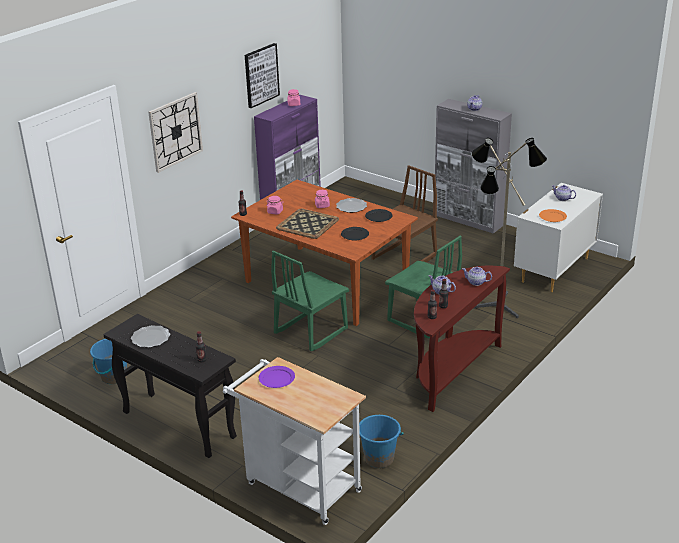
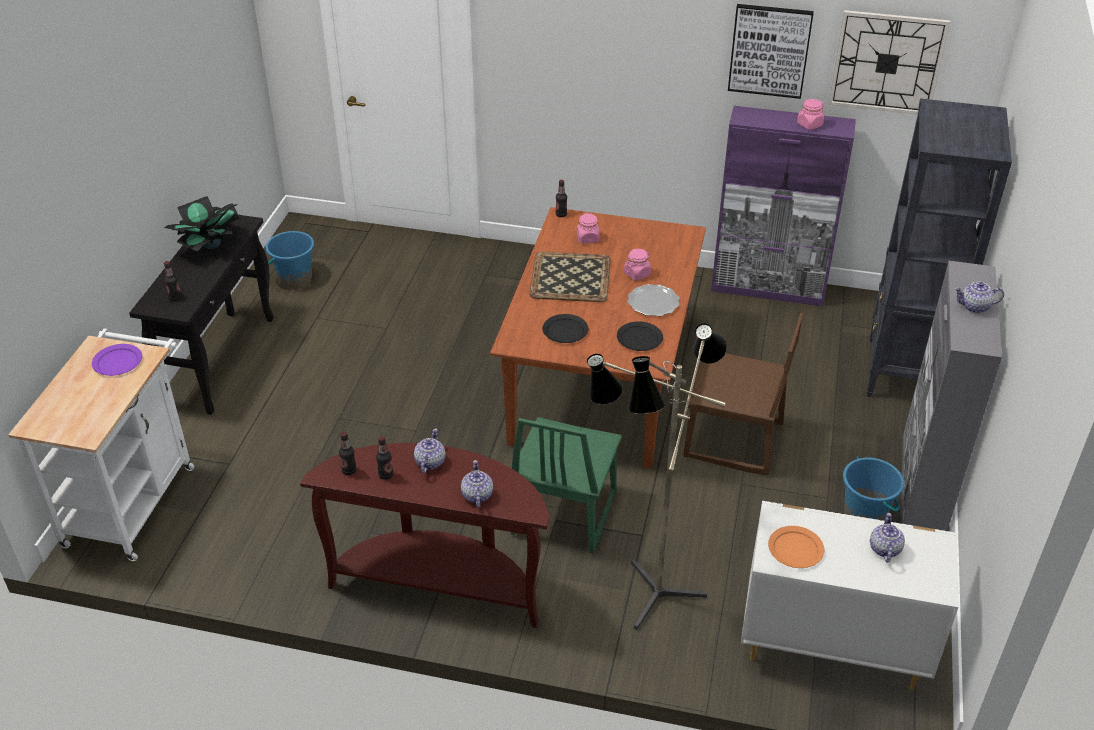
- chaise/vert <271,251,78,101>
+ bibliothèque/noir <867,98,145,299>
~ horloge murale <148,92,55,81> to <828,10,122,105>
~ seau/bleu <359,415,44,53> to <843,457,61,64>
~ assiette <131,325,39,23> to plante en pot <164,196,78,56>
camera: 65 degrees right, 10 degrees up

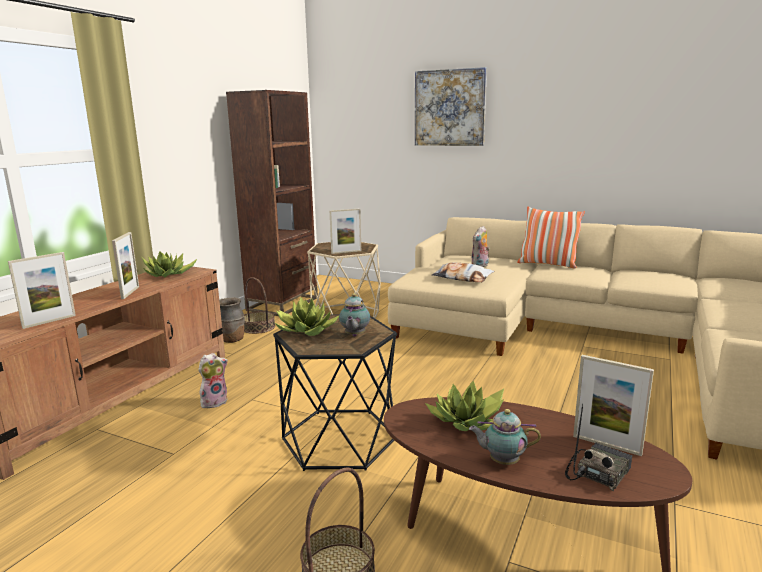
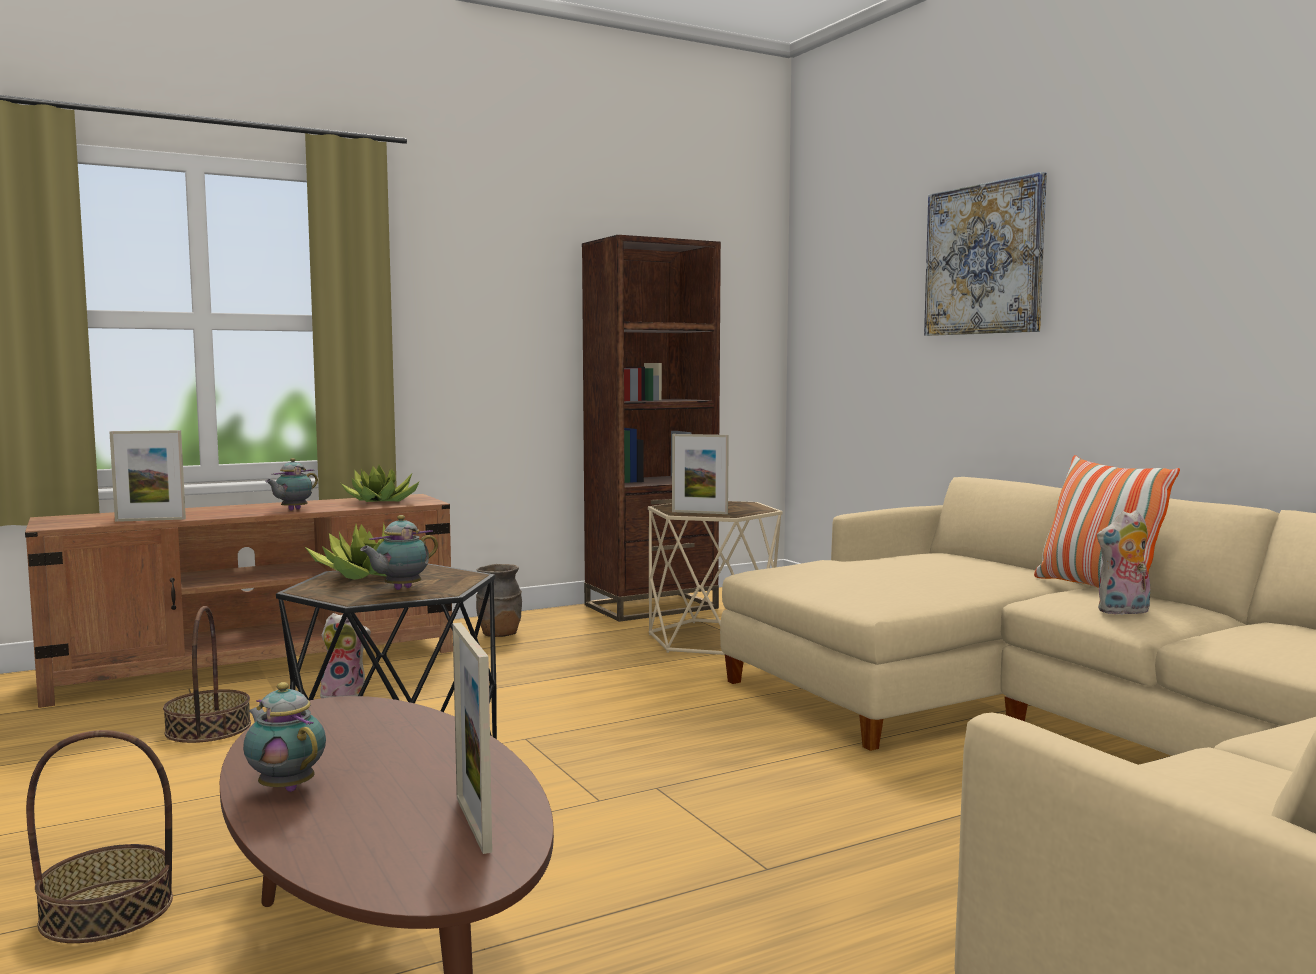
- plante en pot <425,381,79,50>
- coussin <432,262,63,20>
- radio <565,404,67,87>
~ panier <244,277,31,57> to <163,606,88,137>
~ peluche <472,226,18,41> to <1097,510,53,105>
~ cadre photo <112,232,27,67> to théière <265,458,53,53>
camera: 35 degrees right, 10 degrees down

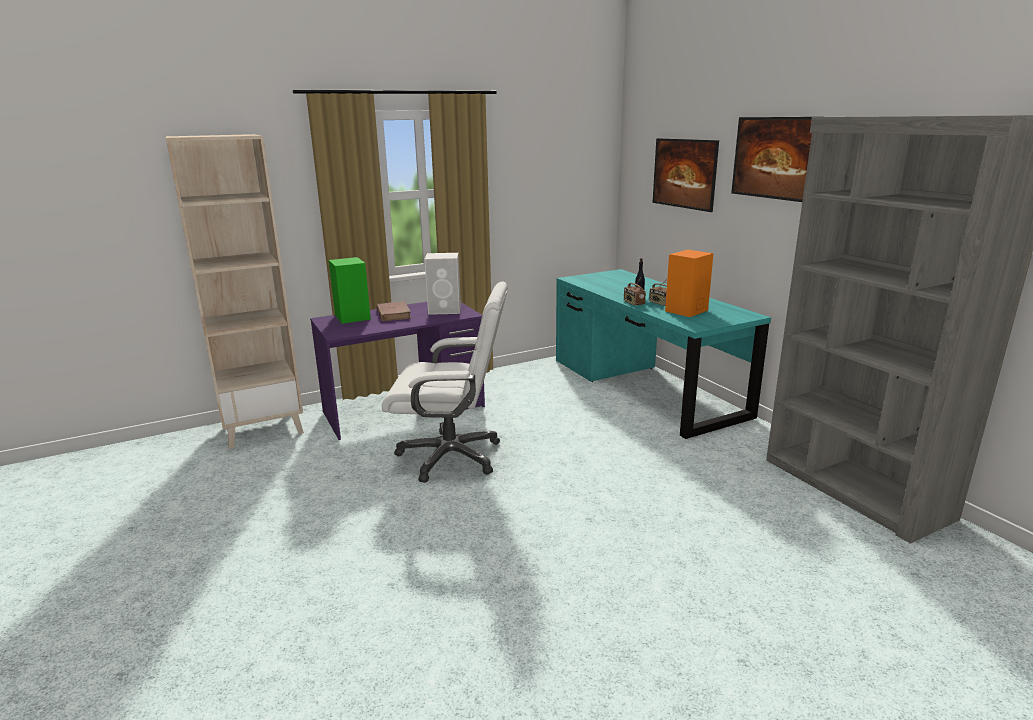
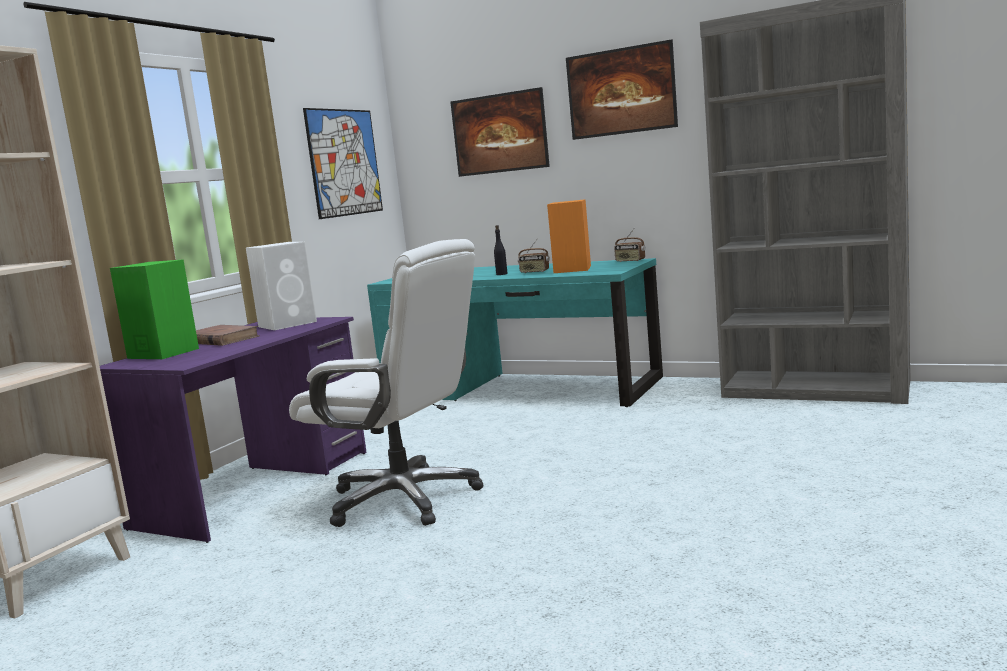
+ tableau <303,108,80,111>
~ radio <624,278,22,28> to <614,229,32,33>
~ chaise de bureau/blanc <382,281,126,202> = <289,239,194,288> 60 degrees clockwise
camera: 35 degrees left, 10 degrees down

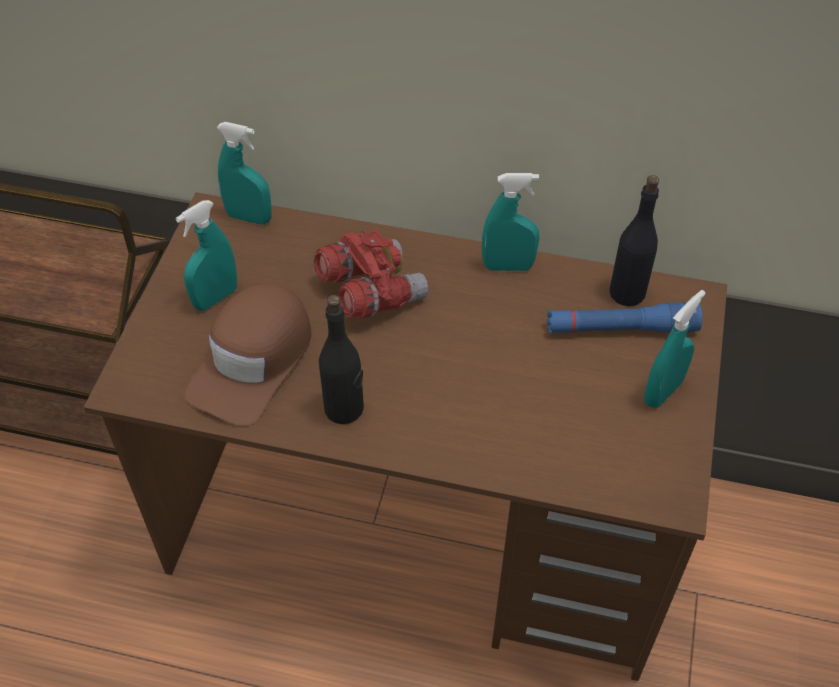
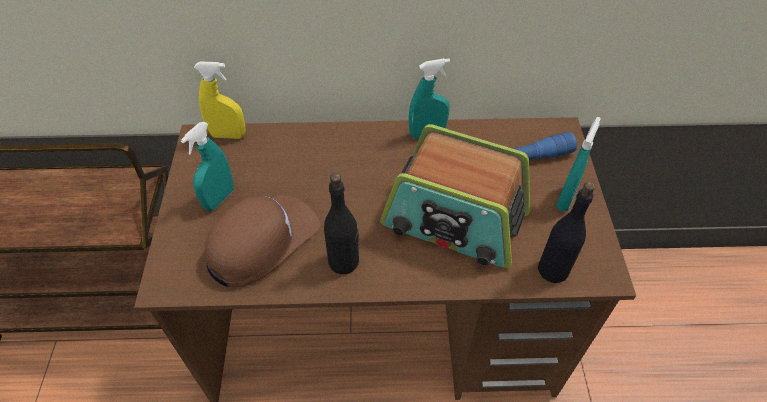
- jumelles/rouge <314,229,114,90>
+ radio <380,124,150,144>
~ bouteille/noir <609,175,50,131> to <538,182,57,101>
~ vaporisateur/turquoise <217,122,55,103> to vaporisateur/jaune <194,61,52,78>
~ casquette/marron <185,284,126,142> = <205,195,116,92> 150 degrees counterclockwise
camera: 15 degrees left, 0 degrees up

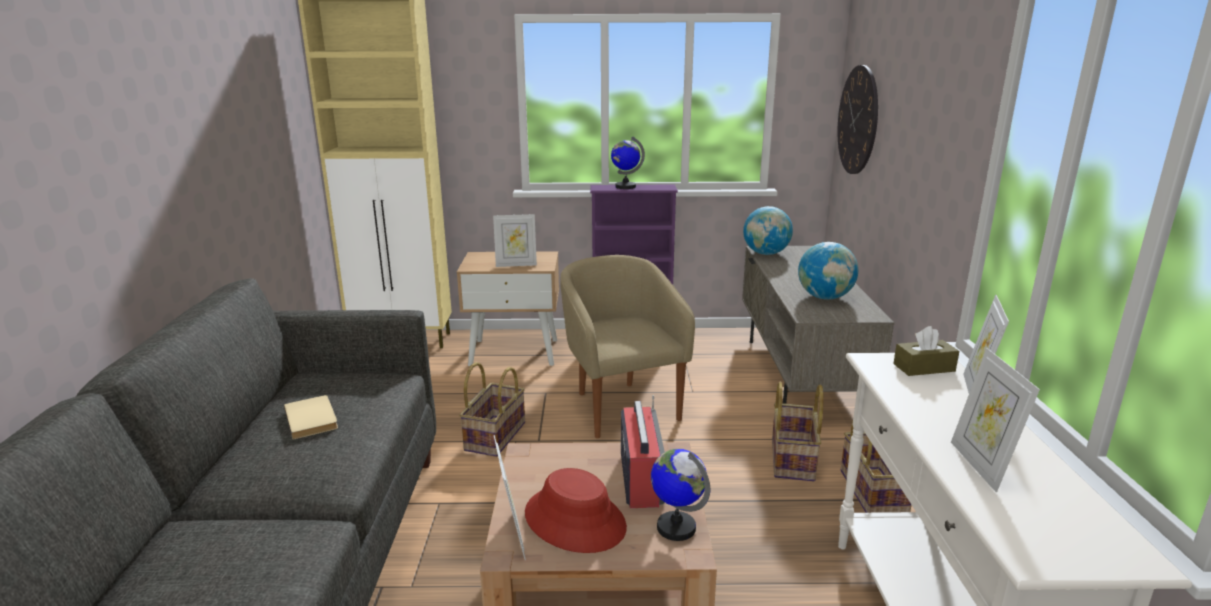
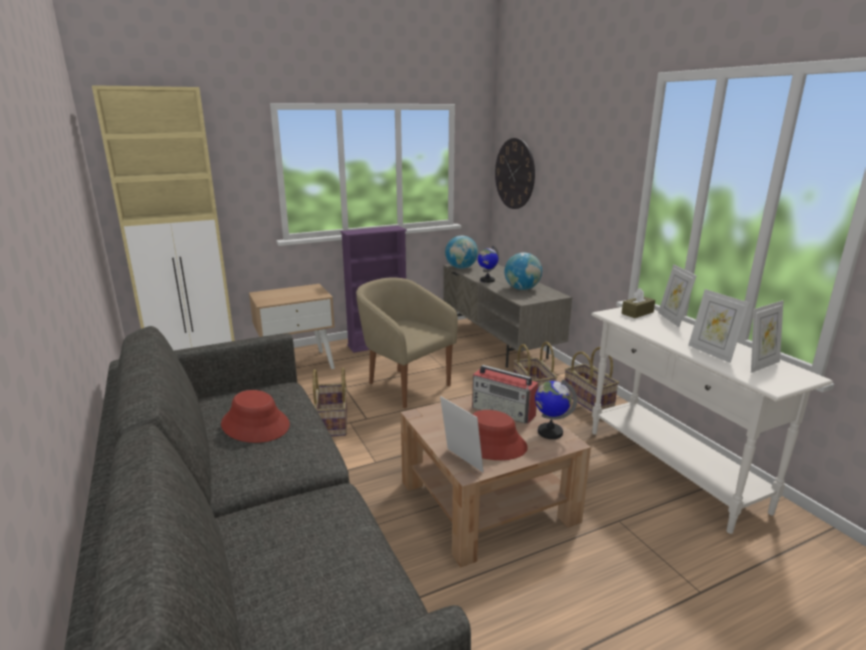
~ cadre photo <493,214,44,53> to <751,300,33,73>
~ globe <611,137,34,52> to <478,245,21,38>
~ livre/beige <284,395,54,45> to chapeau/rouge <221,390,69,53>
~ radio <621,395,44,113> = <472,365,66,59> 150 degrees clockwise
camera: 25 degrees left, 0 degrees up

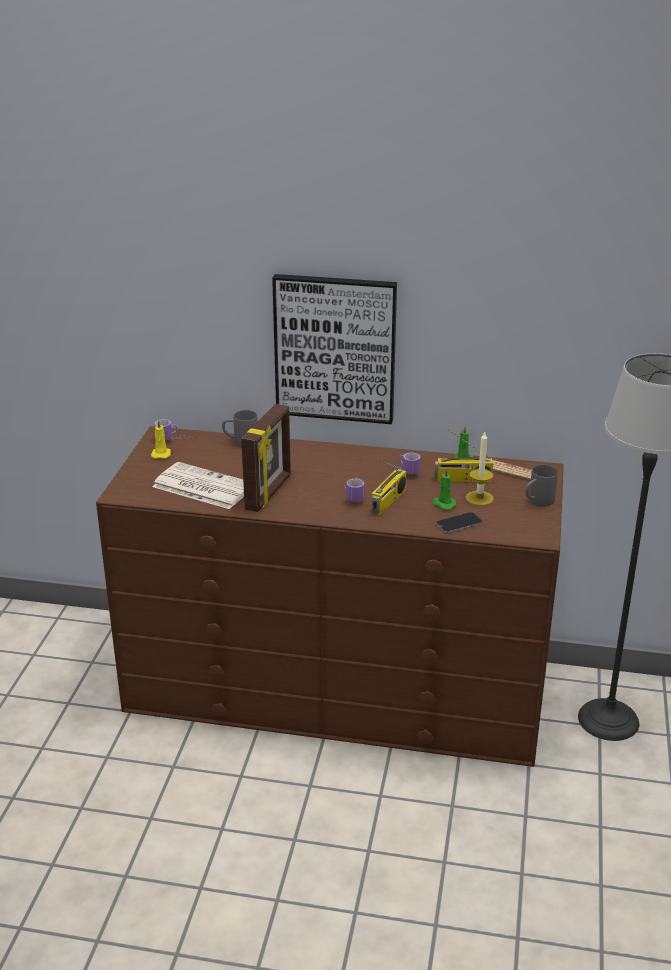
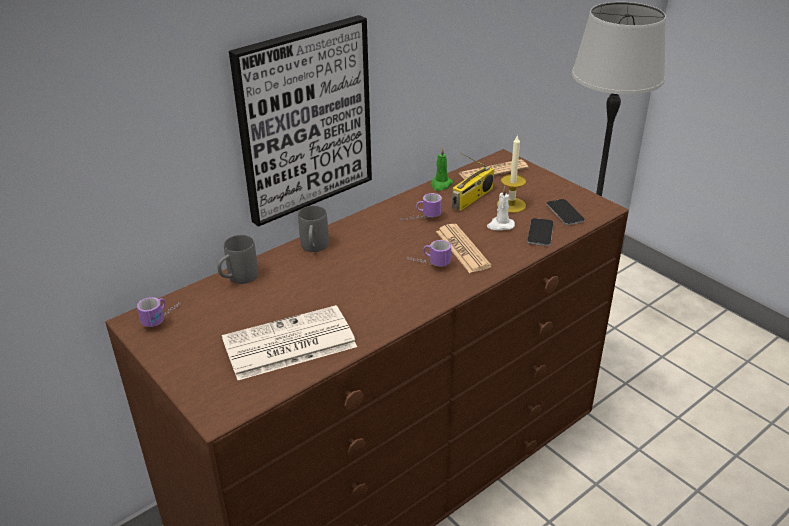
- bougie/jaune <151,419,20,40>
- cadre photo <241,404,50,108>
+ téléphone <546,199,39,26>
~ mug/gris <525,465,33,42> to <298,206,31,46>
~ radio <371,459,35,56> to journal <436,224,56,49>
~ bougie/vert <432,468,25,42> to bougie/blanc <487,187,28,44>
camera: 50 degrees left, 5 degrees up

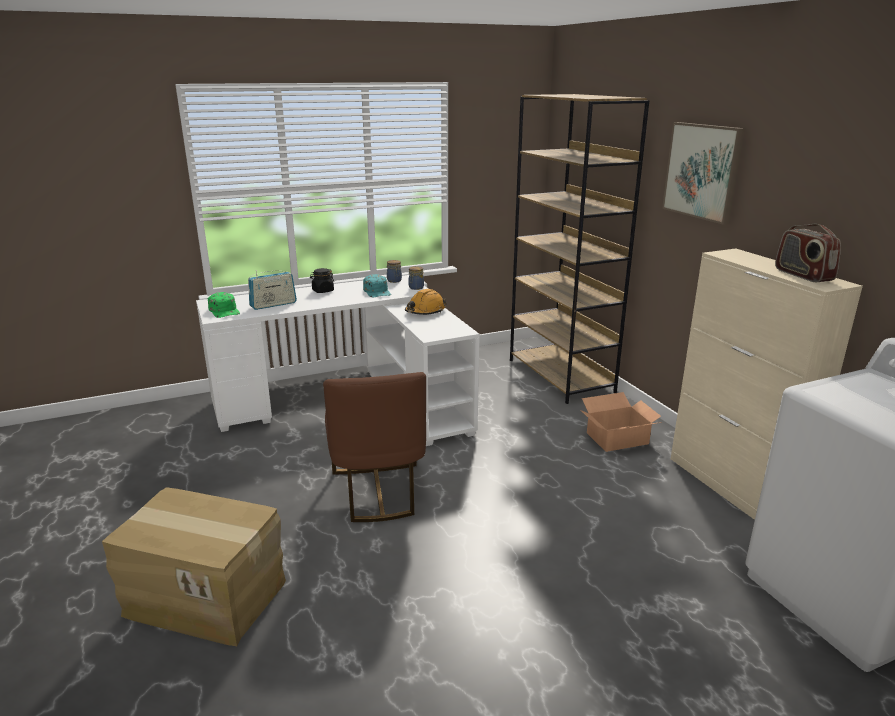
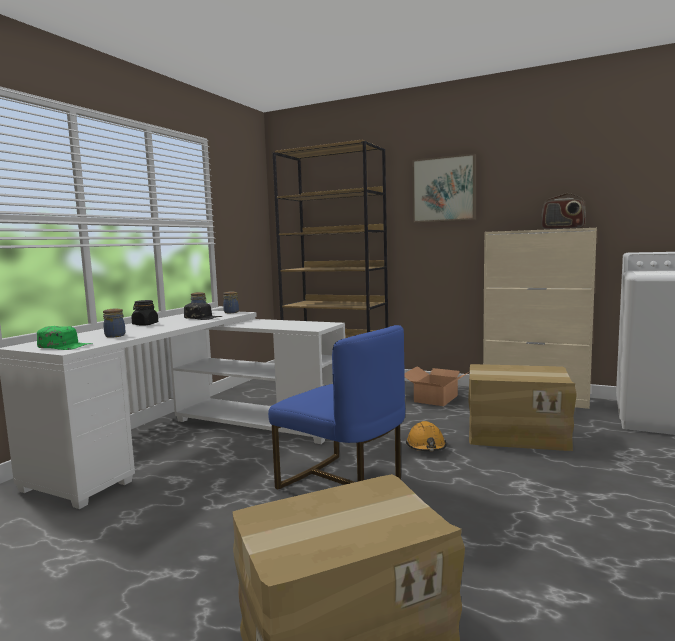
+ carton <468,364,109,87>
~ casque de chantier/orange <405,289,42,26> to <406,421,40,30>
~ radio <248,270,49,40> to bocal <103,308,22,30>
~ chaise/marron <323,372,103,150> to chaise/bleu <268,325,137,165>
~ casquette/turquoise <363,274,28,23> to casquette/noir <184,303,38,17>
camera: 40 degrees left, 15 degrees down

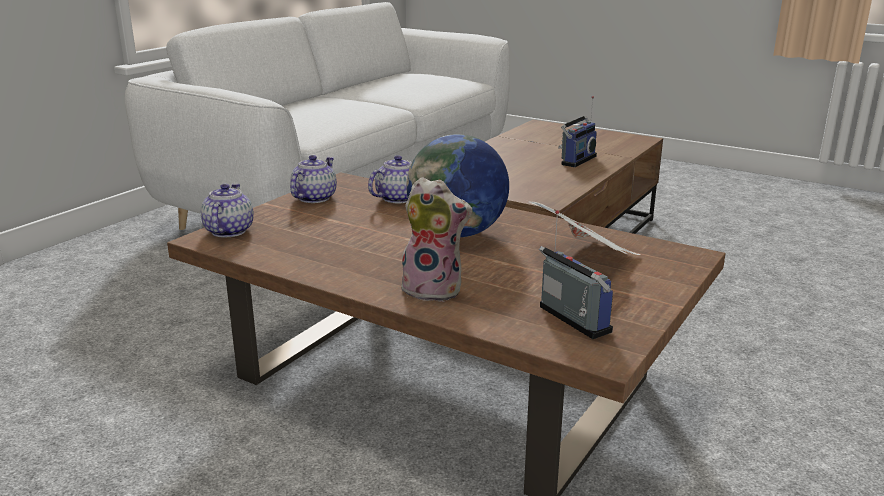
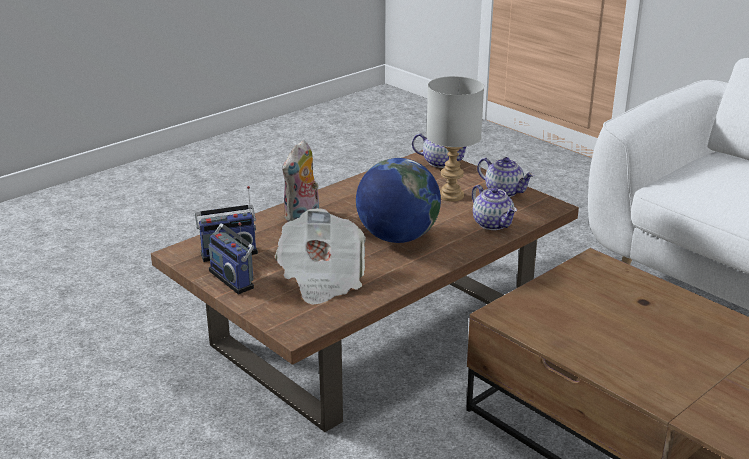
+ lampe de table/gris <426,76,58,126>
~ radio <558,96,39,71> to <209,222,45,72>
camera: 105 degrees right, 5 degrees up

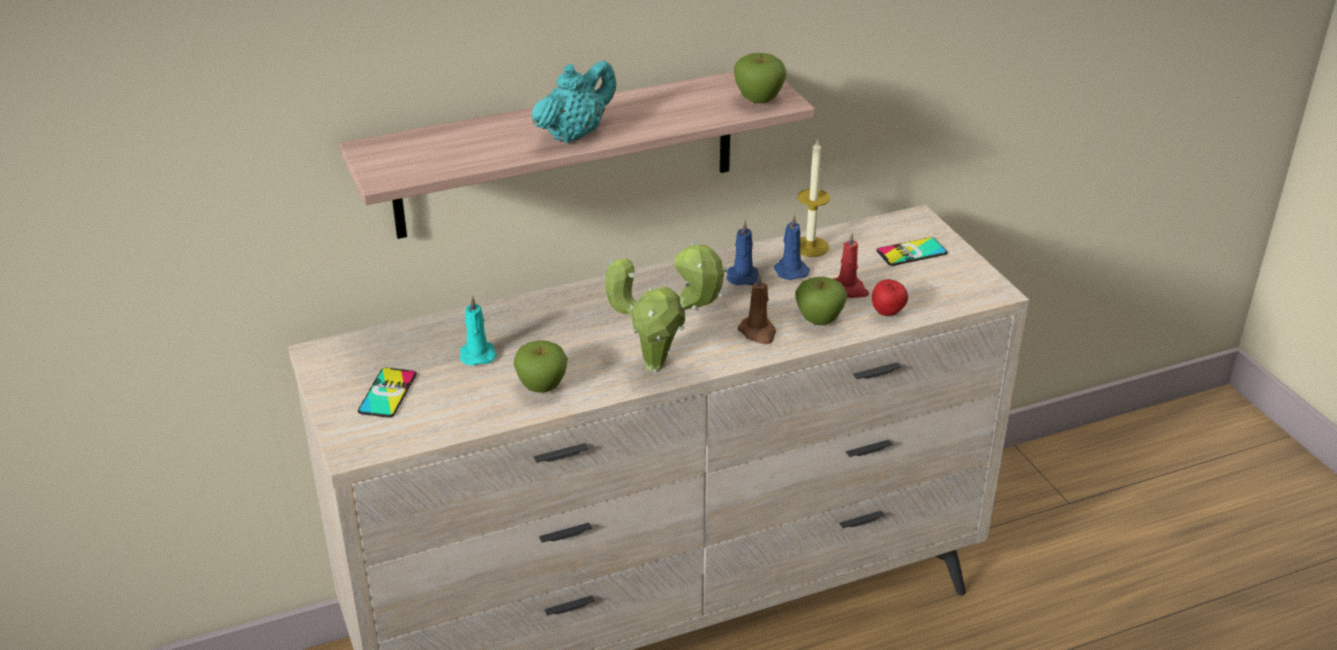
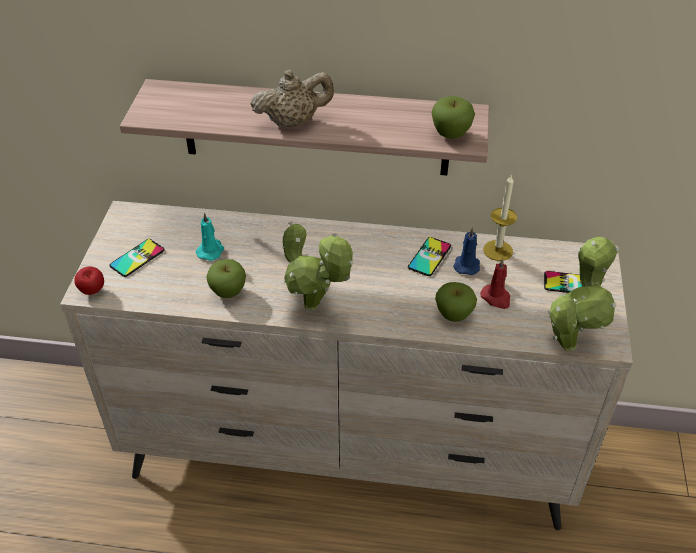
- bougie/marron <738,273,38,71>
+ plante en pot <548,237,71,114>
~ pomme <872,279,36,37> to <74,267,30,28>
~ bougie/bleu <727,220,32,65> to téléphone <408,237,43,39>
~ théière/turquoise <532,61,84,82> to théière/beige <250,69,84,59>
camera: 30 degrees right, 10 degrees up

